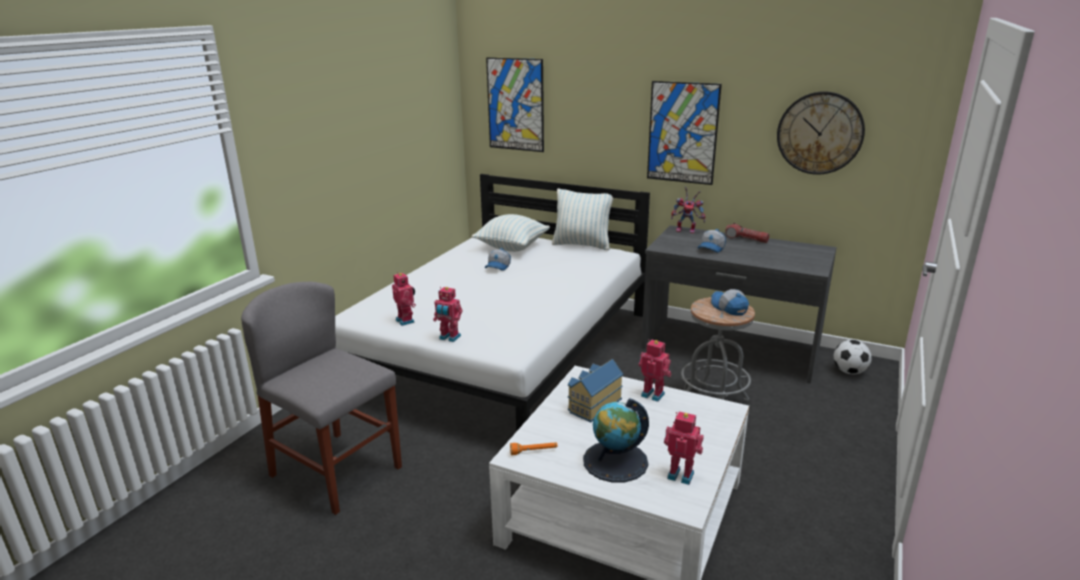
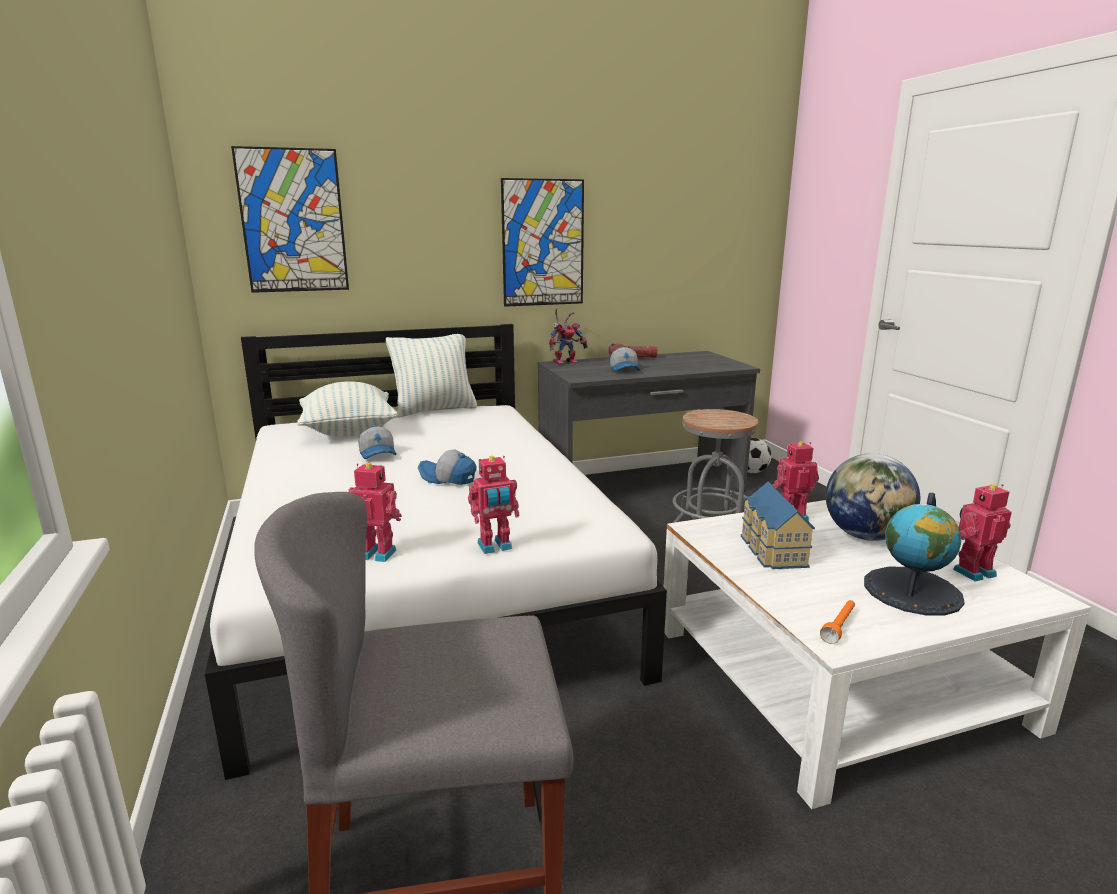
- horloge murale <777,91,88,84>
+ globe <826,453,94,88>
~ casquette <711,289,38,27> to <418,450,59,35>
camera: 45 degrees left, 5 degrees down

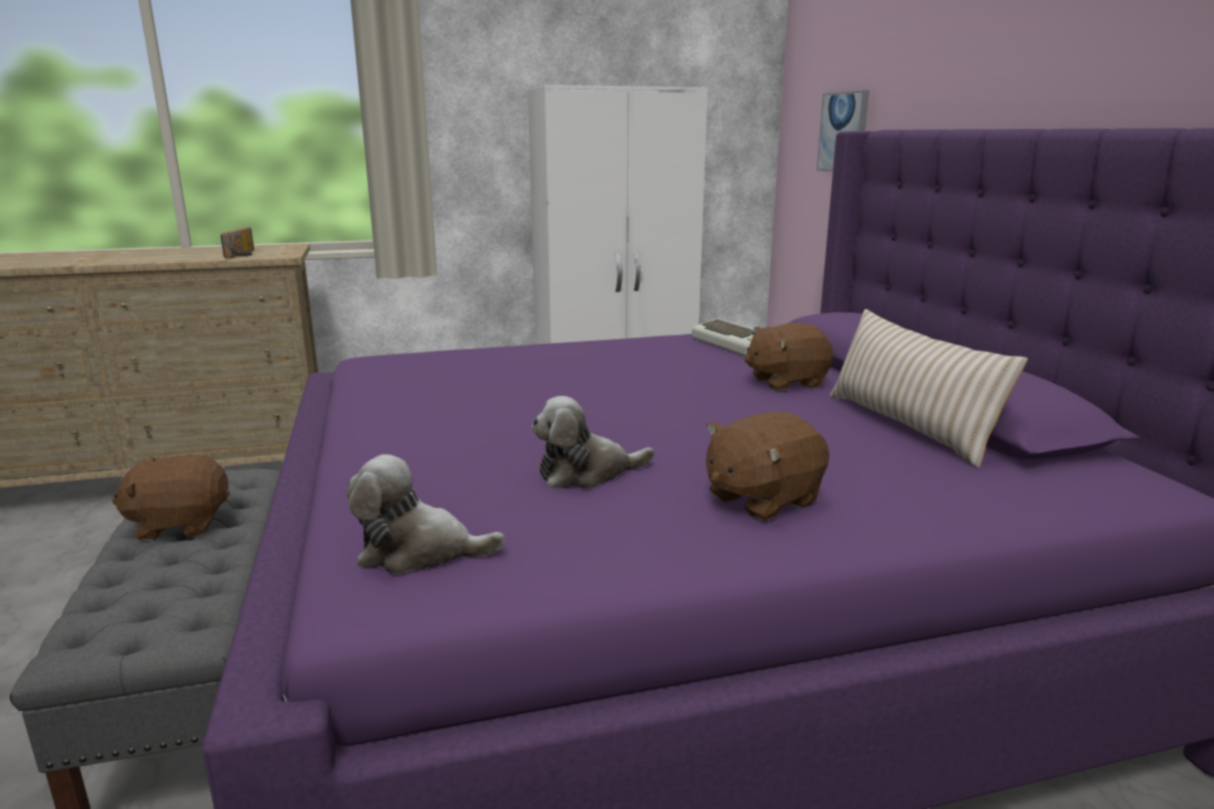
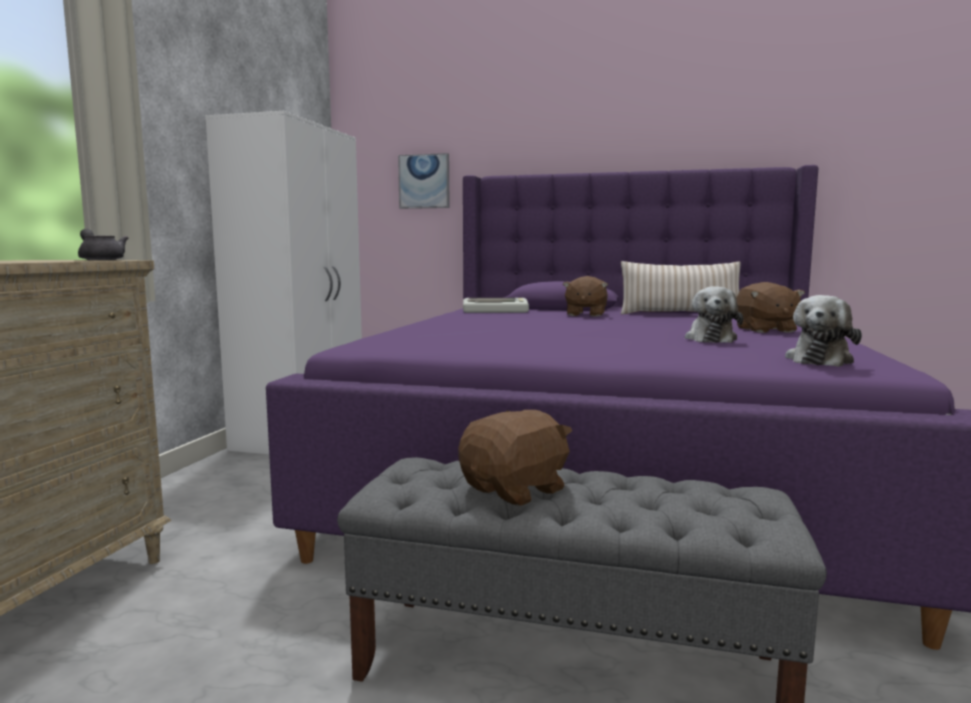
- radio <220,228,34,30>
+ théière/gris <78,229,50,31>
~ peluche/marron <112,456,118,84> = <458,410,114,96> 150 degrees counterclockwise
camera: 60 degrees left, 10 degrees down

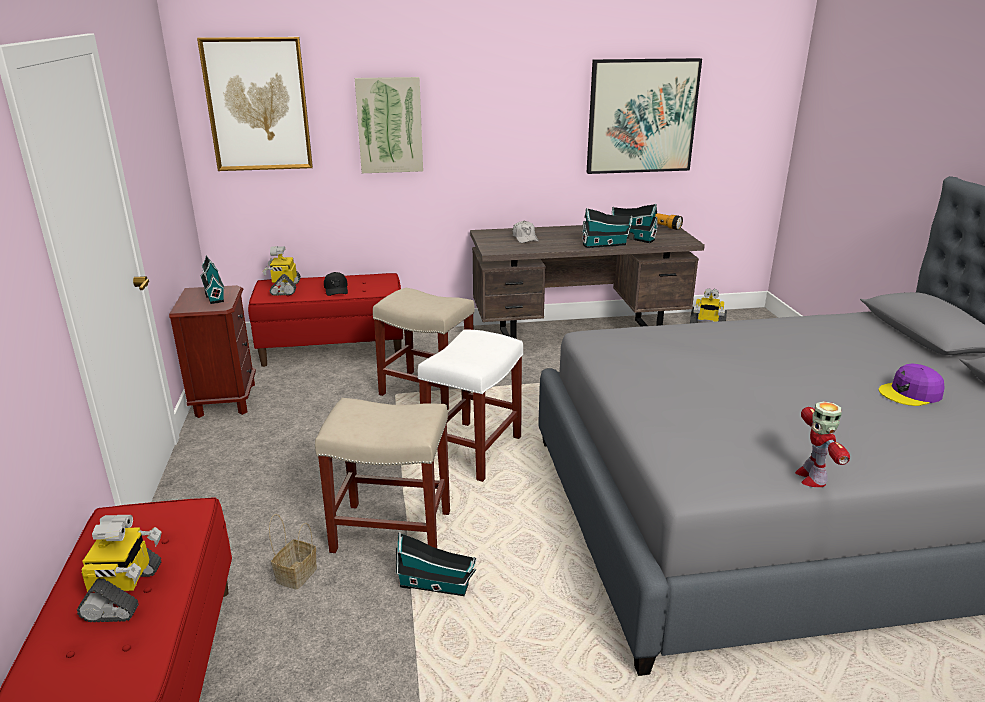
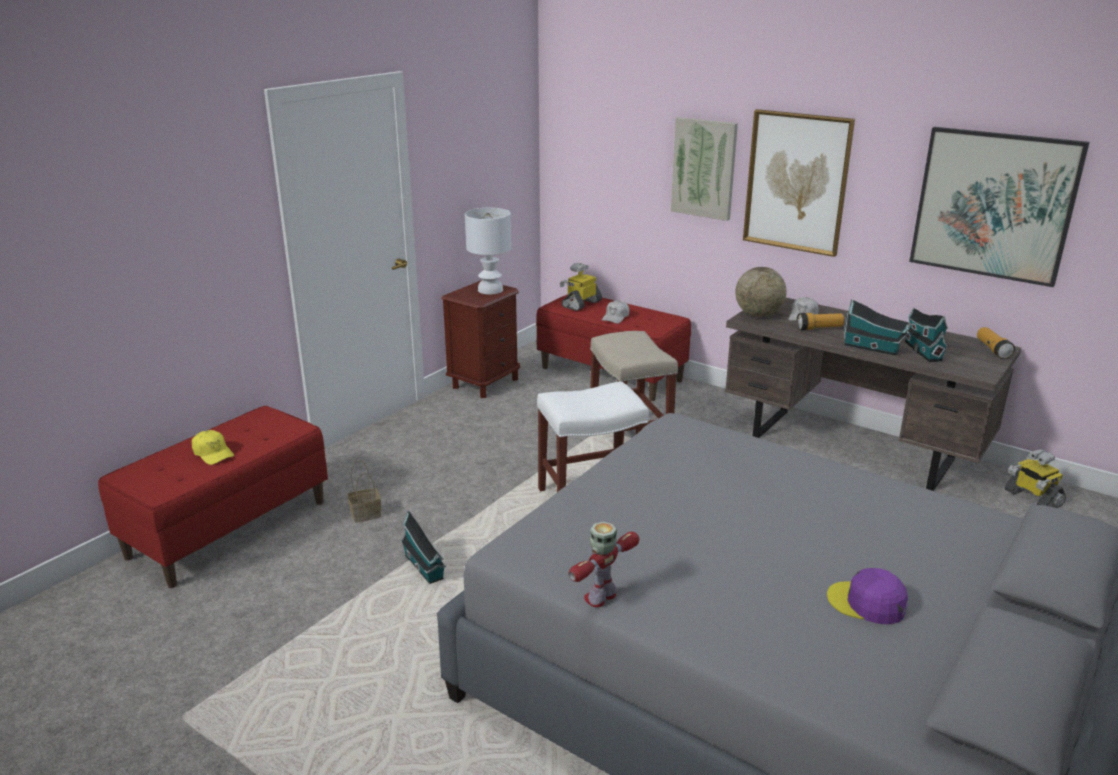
- tabouret/beige <315,398,135,155>
+ globe <735,267,51,50>
+ lampe de poche <797,313,47,17>
~ tableau <197,37,116,134> to <743,109,112,148>
~ robot jouet <77,515,84,107> to casquette/jaune <192,430,42,35>
~ maison miniature <201,255,24,49> to lampe de table/blanc <465,208,47,87>
~ casquette/noir <324,272,24,24> to casquette/blanc <601,300,29,24>
camera: 45 degrees right, 0 degrees up

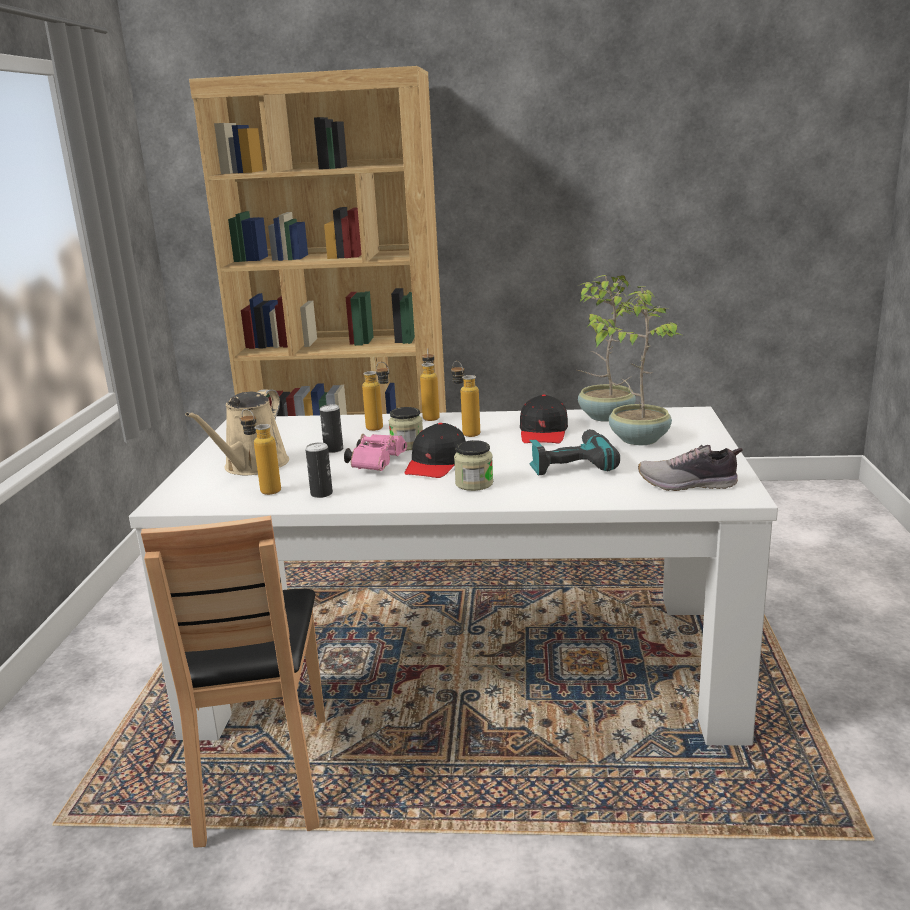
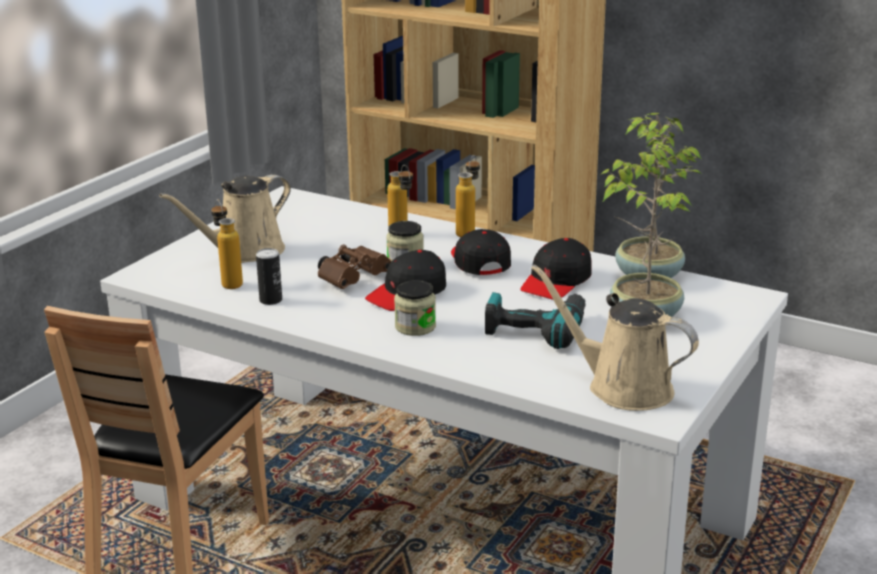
- boîte métallique <320,404,23,49>
~ bouteille <451,361,29,76> to casquette/noir <451,229,60,46>
~ chaussure <638,445,105,46> to arrosoir/beige <531,264,168,147>
~ jumelles/rose <344,434,63,37> to jumelles/marron <318,244,73,45>
camera: 25 degrees right, 5 degrees up

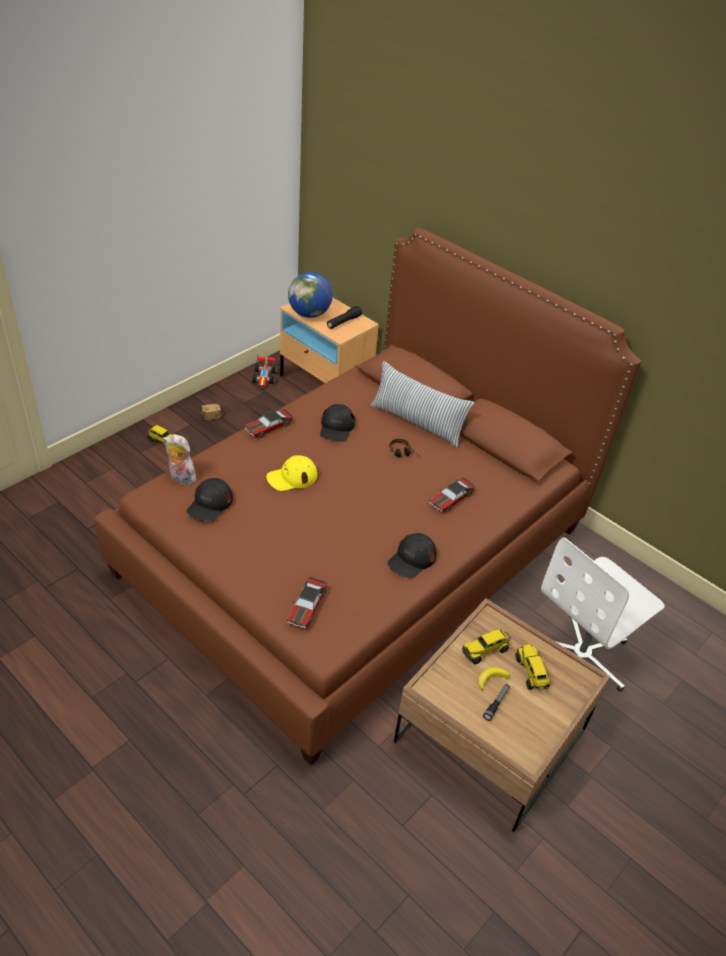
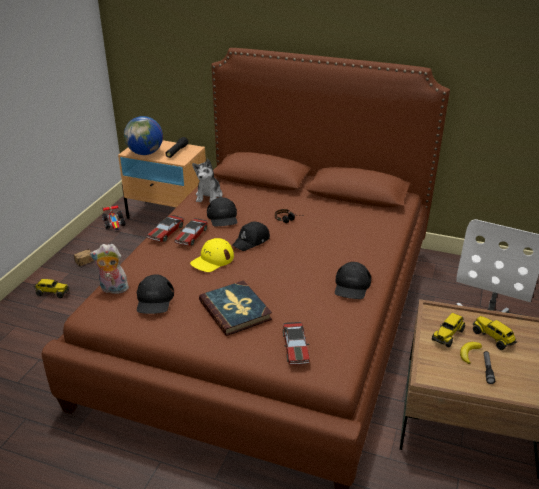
- coussin <371,361,103,87>
+ peluche <192,159,31,44>
+ livre <199,280,73,56>
+ casquette/noir <232,222,38,29>
~ petite voiture <429,477,46,36> to <175,218,33,28>
camera: 20 degrees left, 10 degrees down

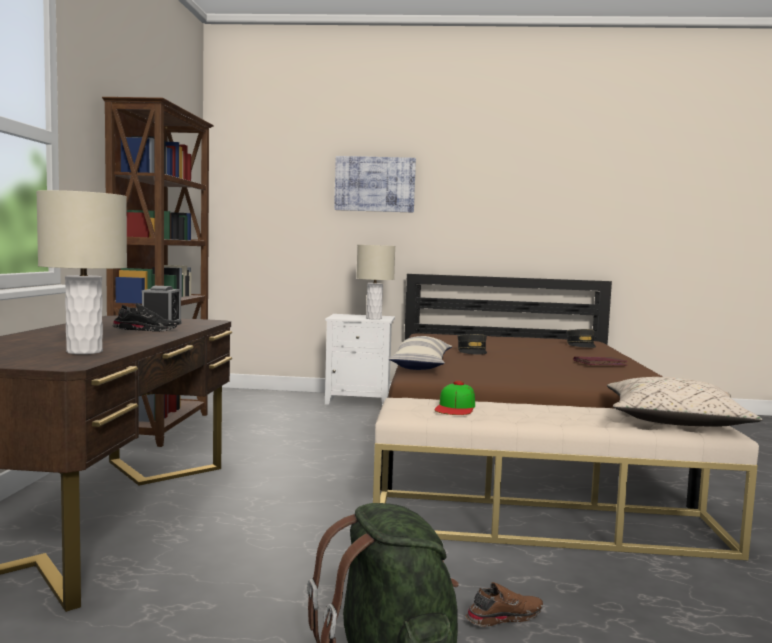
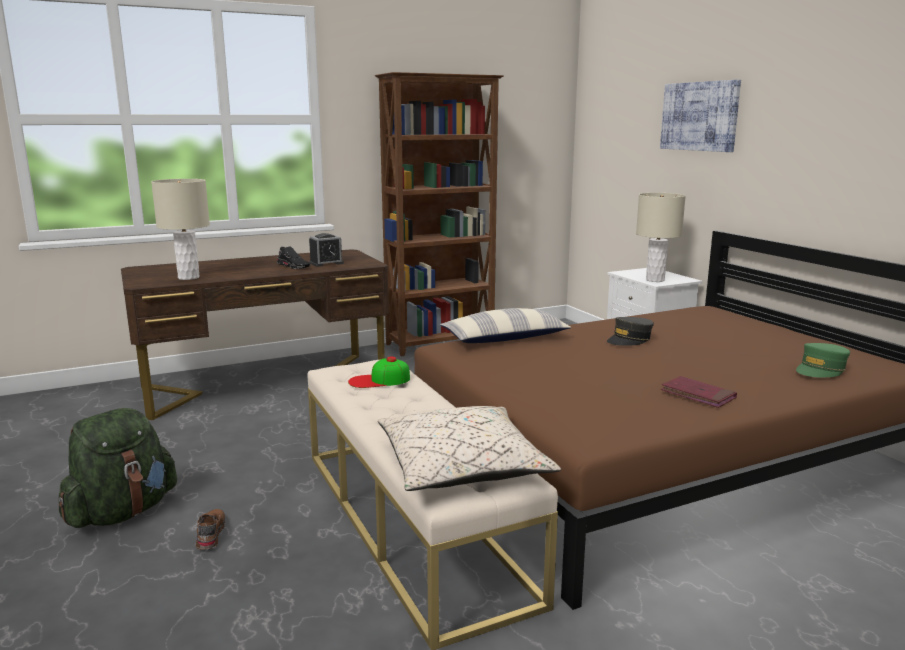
~ casquette/gris <567,329,29,19> to casquette/vert <796,343,54,34>
~ chaussure/marron <466,582,77,45> = <196,509,29,40> 135 degrees counterclockwise
camera: 60 degrees right, 10 degrees up

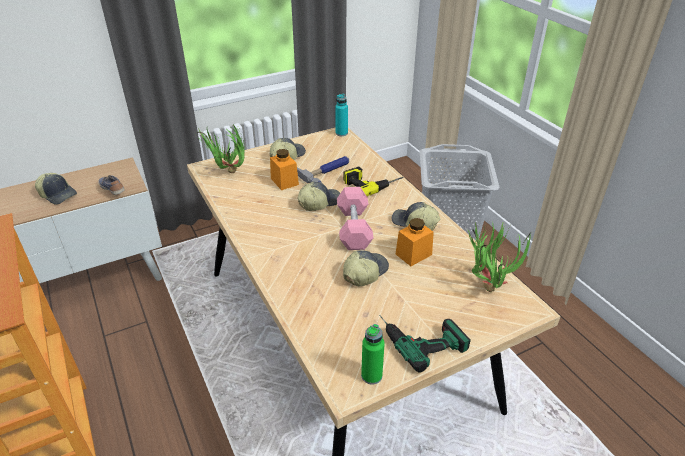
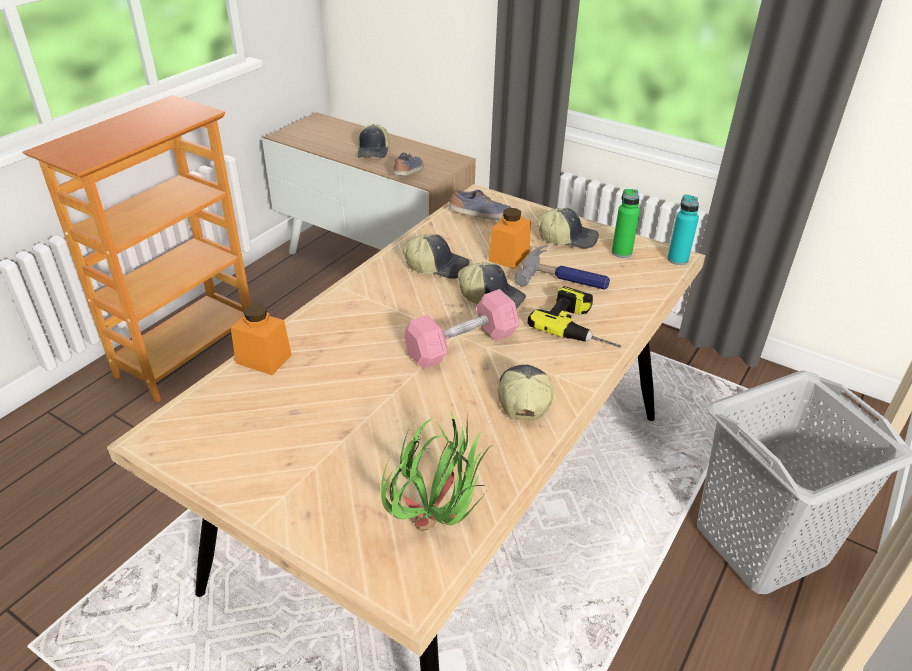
- perceuse <380,315,91,58>
~ casquette <343,250,46,37> to <402,234,68,45>
~ bouteille/vert <361,324,24,60> to <611,189,29,69>
~ bocal/orange <396,218,38,48> to <231,304,61,71>
~ plante en pot <196,124,49,49> to chaussure <449,189,62,31>
camera: 60 degrees right, 0 degrees up

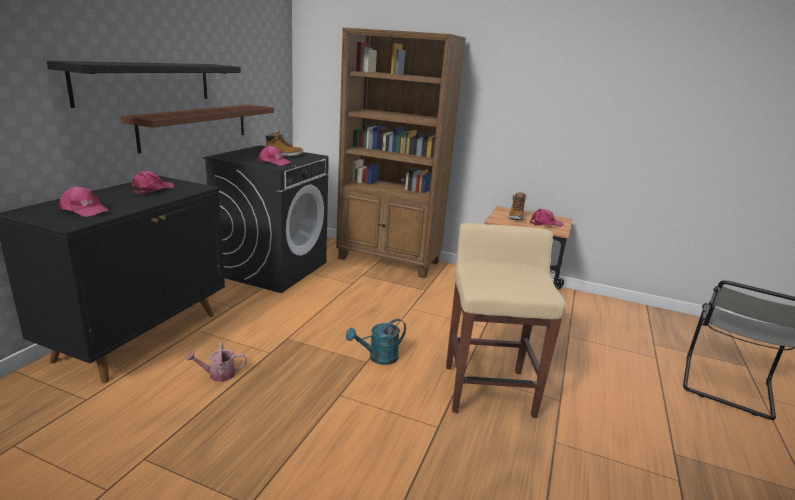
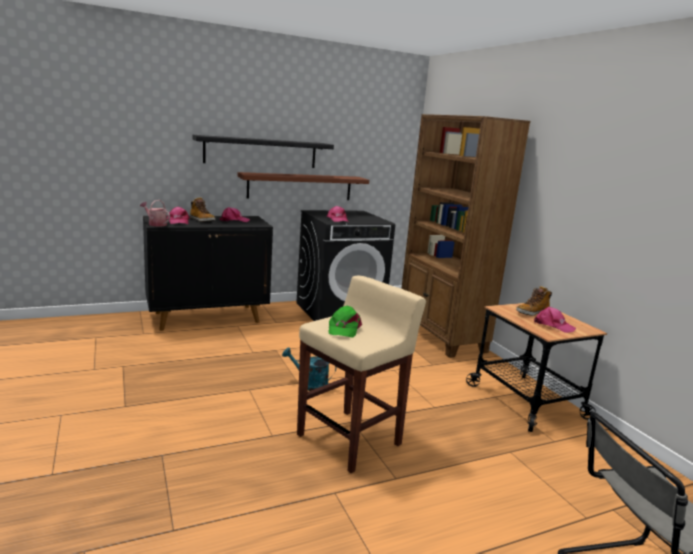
+ casquette/vert <329,306,33,32>
~ arrosoir <186,342,60,40> to <140,200,30,26>
~ botte <264,130,39,27> to <190,197,26,25>
camera: 45 degrees right, 5 degrees down

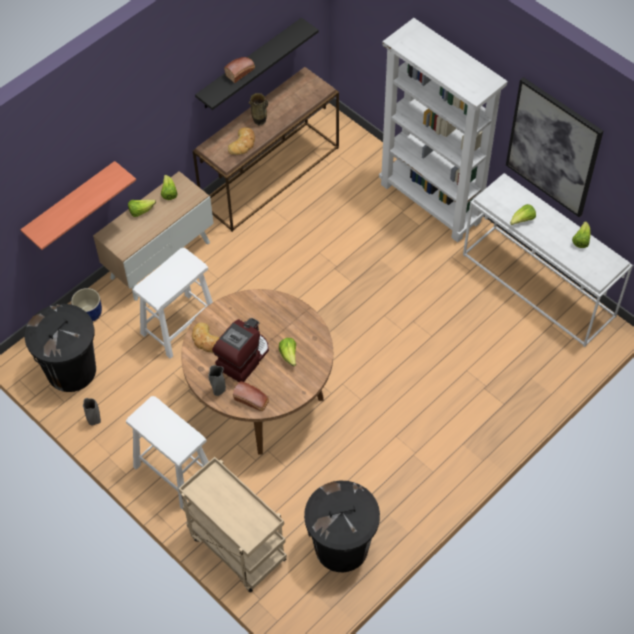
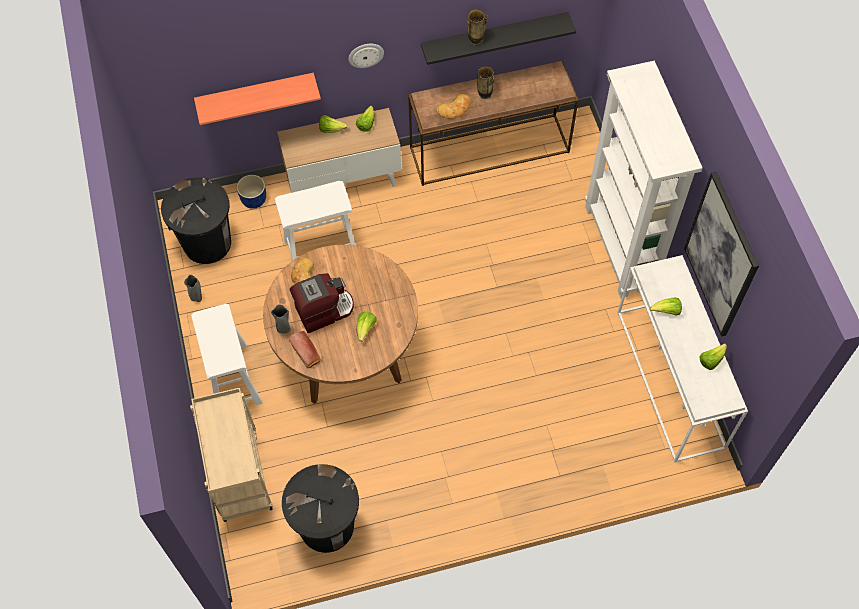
+ horloge murale <348,44,36,24>
~ pain <224,57,31,26> to vase <466,10,22,35>
camera: 30 degrees right, 5 degrees up

